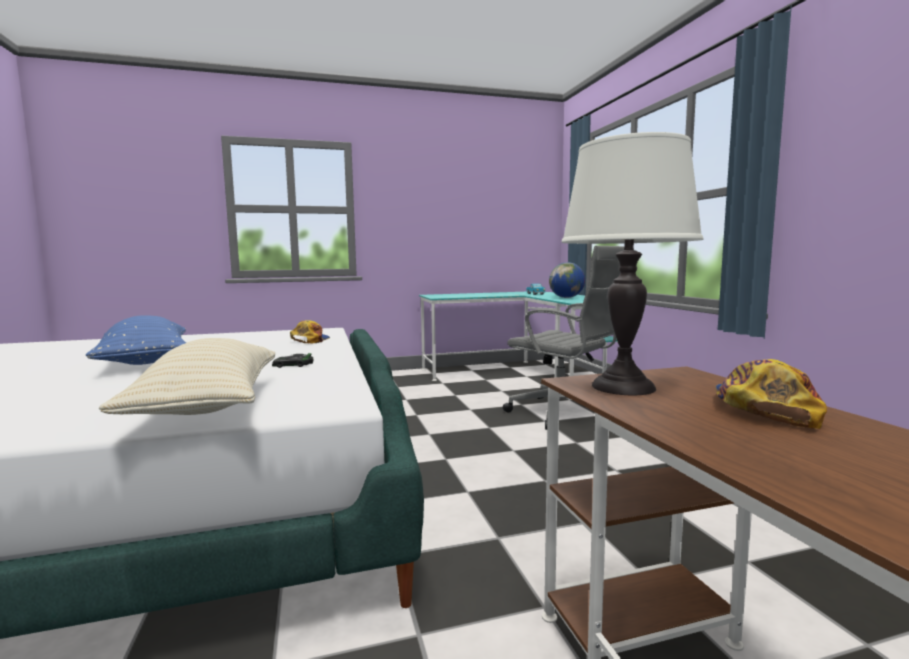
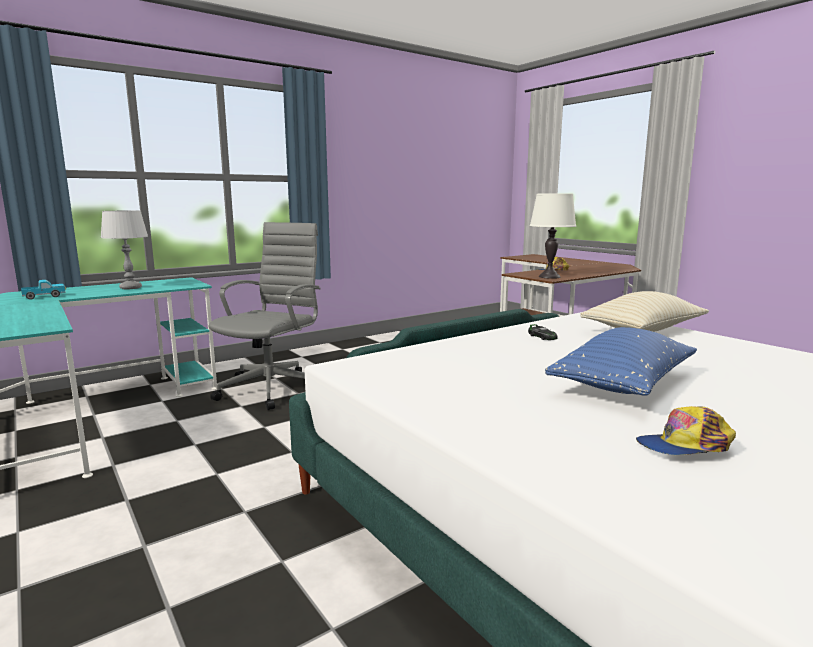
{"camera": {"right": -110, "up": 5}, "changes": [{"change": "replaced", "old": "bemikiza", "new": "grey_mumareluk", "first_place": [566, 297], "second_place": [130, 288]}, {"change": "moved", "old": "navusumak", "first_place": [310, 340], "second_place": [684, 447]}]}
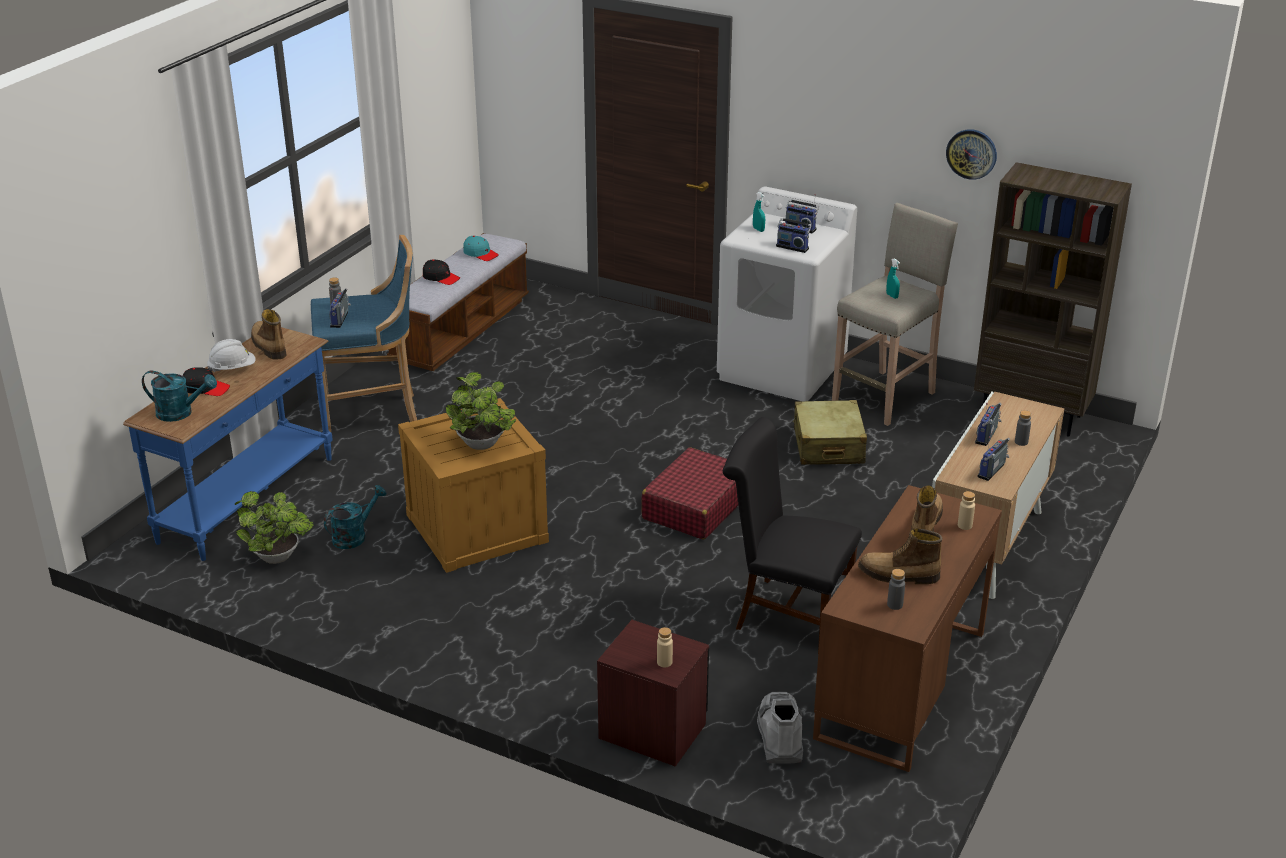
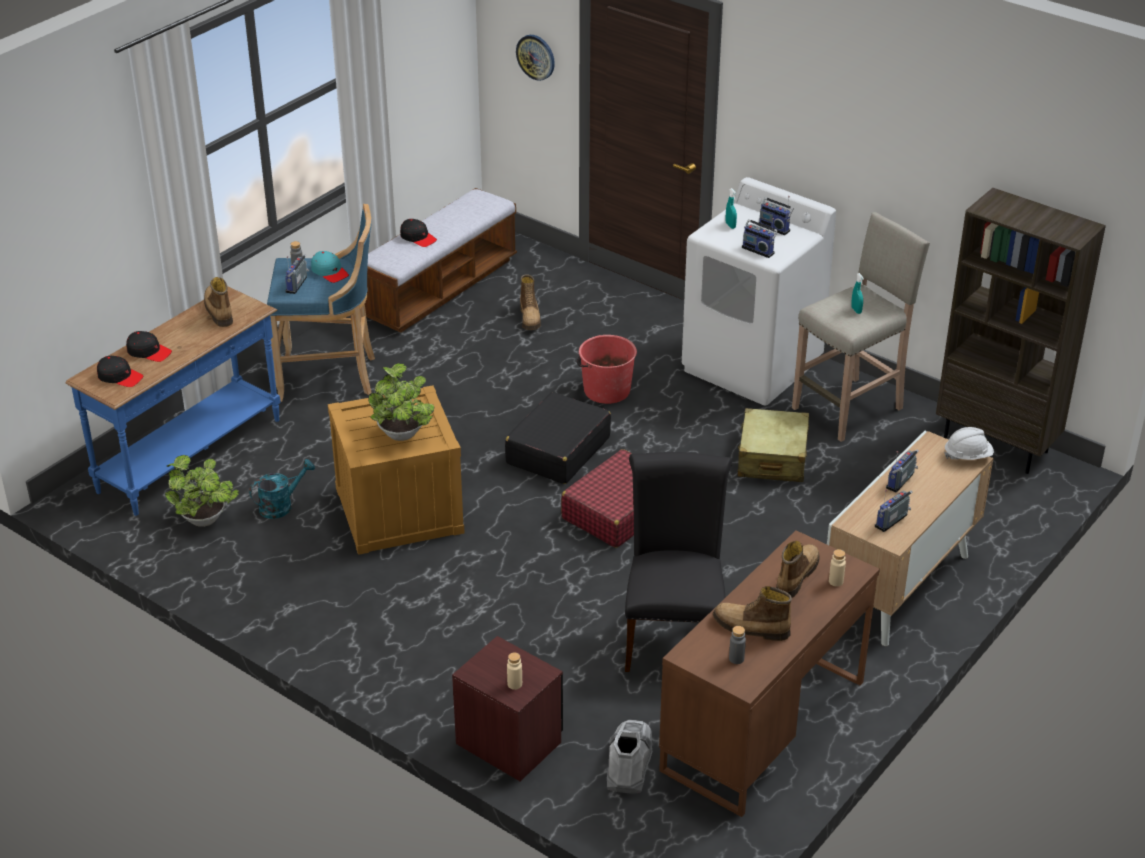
{"camera": {"right": 10, "up": 5}, "changes": [{"change": "replaced", "old": "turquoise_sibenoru", "new": "black_navusumak", "first_place": [181, 413], "second_place": [120, 377]}, {"change": "moved", "old": "turquoise_navusumak", "first_place": [480, 254], "second_place": [329, 272]}, {"change": "added", "new": "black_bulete", "second_place": [557, 450]}, {"change": "moved", "old": "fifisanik", "first_place": [971, 153], "second_place": [536, 57]}, {"change": "added", "new": "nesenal", "second_place": [530, 318]}, {"change": "added", "new": "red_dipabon", "second_place": [606, 390]}, {"change": "turned", "old": "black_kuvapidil", "first_place": [786, 613], "second_place": [673, 636], "degrees": 60}, {"change": "moved", "old": "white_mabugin", "first_place": [232, 369], "second_place": [967, 456]}, {"change": "removed", "old": "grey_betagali", "first_place": [1021, 442]}]}
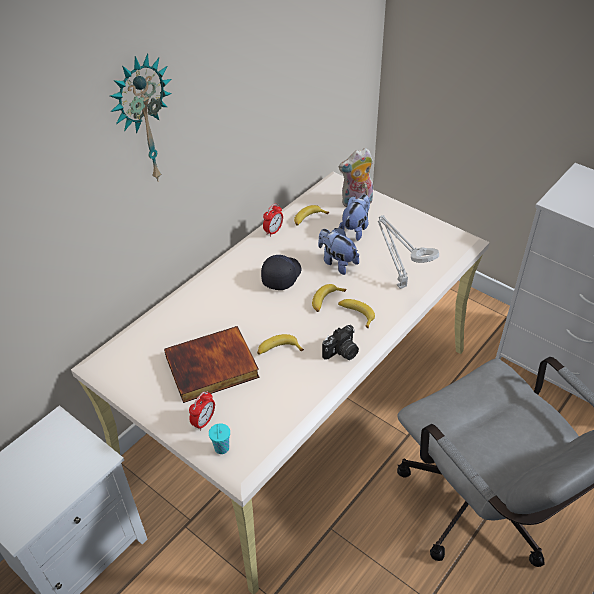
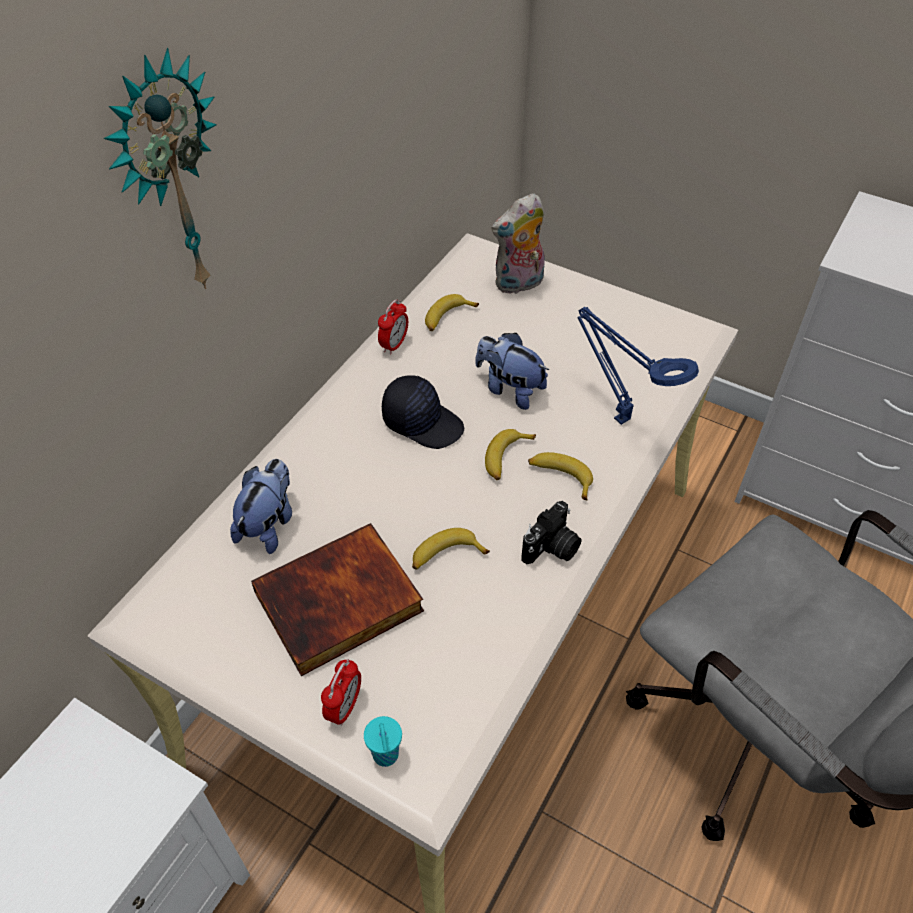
{"camera": {"right": -10, "up": 5}, "changes": [{"change": "moved", "old": "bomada", "first_place": [355, 229], "second_place": [269, 524]}, {"change": "turned", "old": "black_navusumak", "first_place": [281, 276], "second_place": [423, 422], "degrees": 105}, {"change": "recoloured", "old": "grey_mumareluk", "new": "blue_mumareluk", "first_place": [399, 284], "second_place": [618, 417]}]}
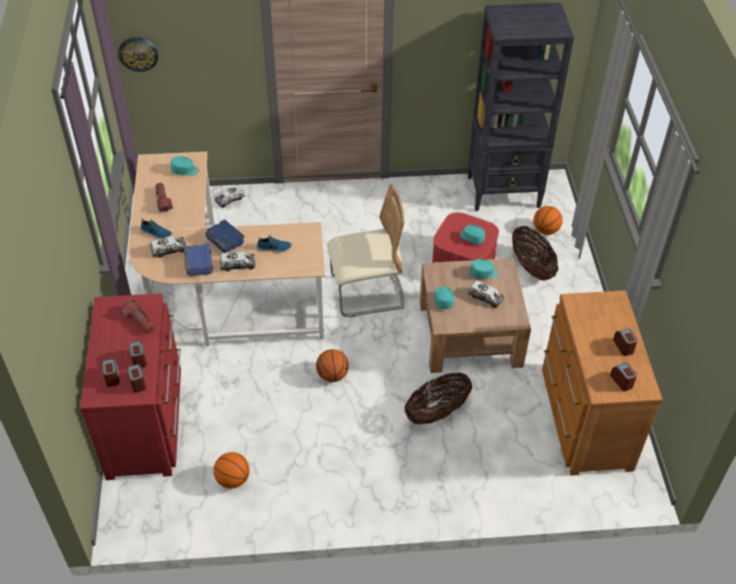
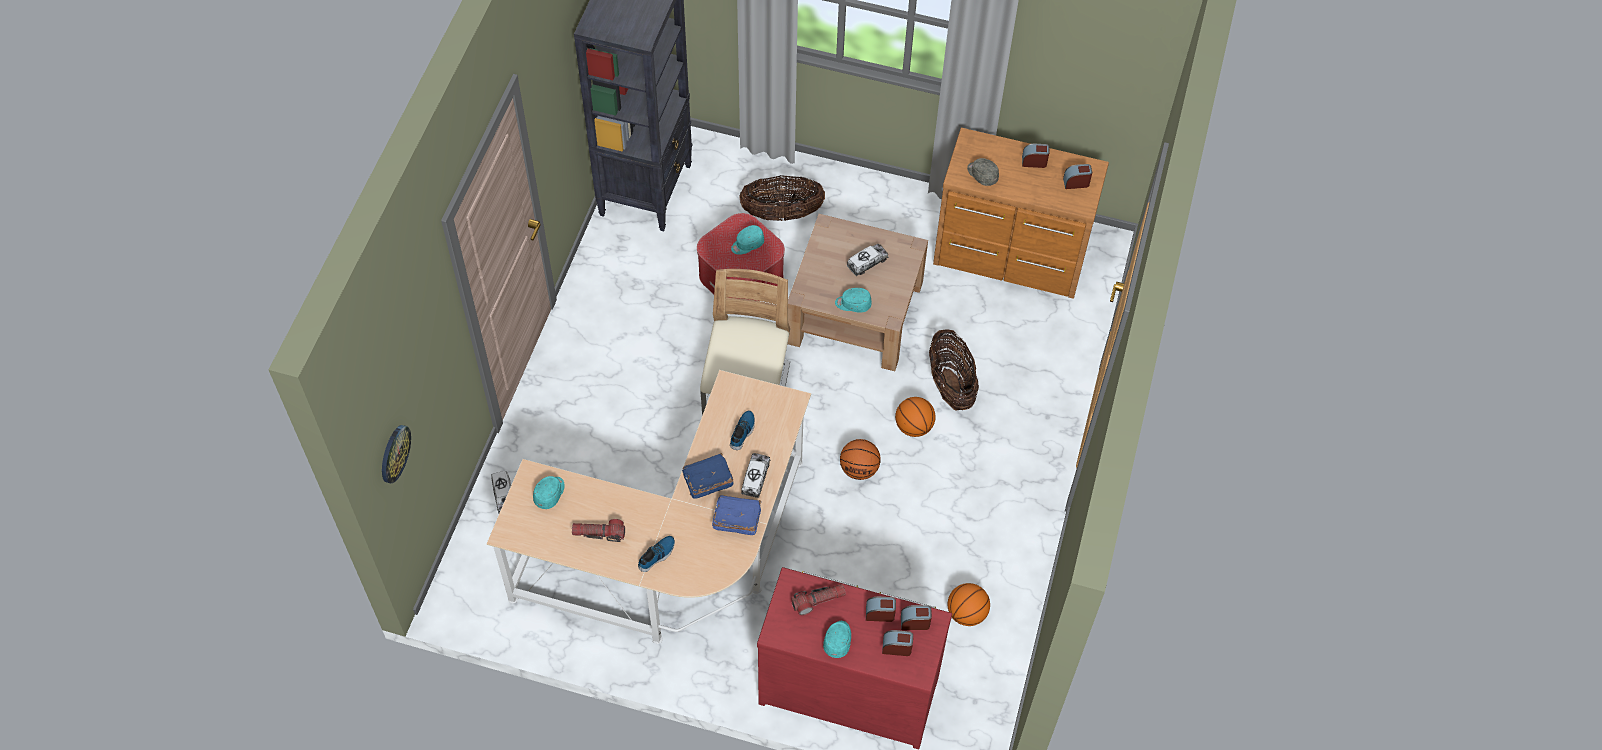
{"camera": {"right": -70, "up": 10}, "changes": [{"change": "moved", "old": "turquoise_navusumak", "first_place": [483, 273], "second_place": [838, 640]}, {"change": "moved", "old": "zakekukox", "first_place": [545, 230], "second_place": [914, 426]}, {"change": "added", "new": "grey_navusumak", "second_place": [982, 174]}, {"change": "removed", "old": "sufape", "first_place": [169, 250]}]}
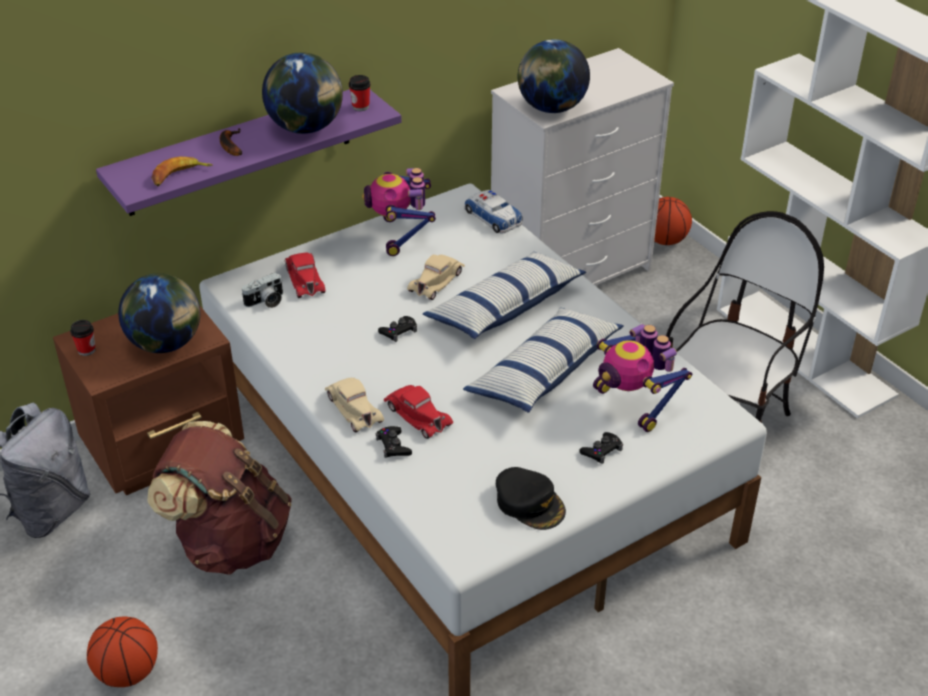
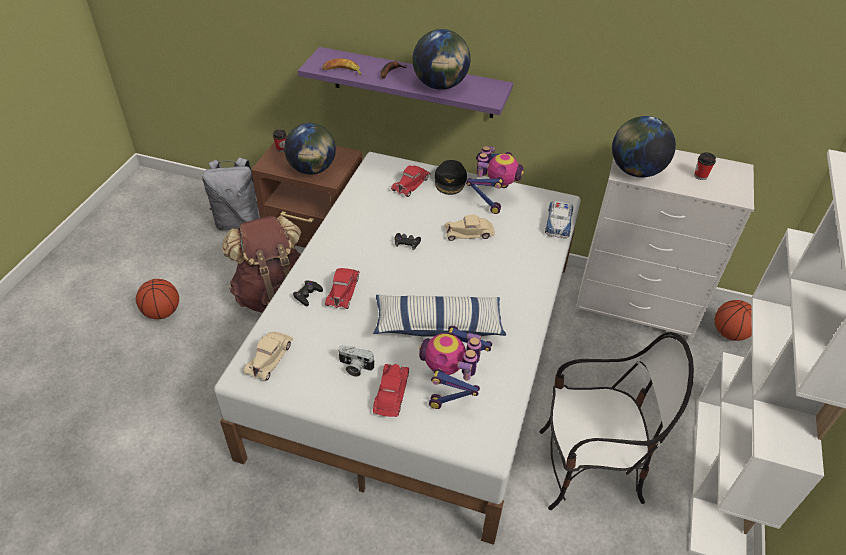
{"camera": {"right": 50, "up": 5}, "changes": [{"change": "moved", "old": "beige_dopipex", "first_place": [354, 408], "second_place": [269, 357]}, {"change": "moved", "old": "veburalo", "first_place": [266, 302], "second_place": [354, 367]}, {"change": "replaced", "old": "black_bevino", "new": "red_dopipex", "first_place": [601, 451], "second_place": [391, 393]}, {"change": "moved", "old": "black_navusumak", "first_place": [530, 503], "second_place": [450, 181]}, {"change": "turned", "old": "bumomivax", "first_place": [401, 236], "second_place": [492, 197], "degrees": 150}, {"change": "moved", "old": "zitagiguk", "first_place": [360, 107], "second_place": [700, 176]}, {"change": "removed", "old": "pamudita", "first_place": [505, 307]}]}
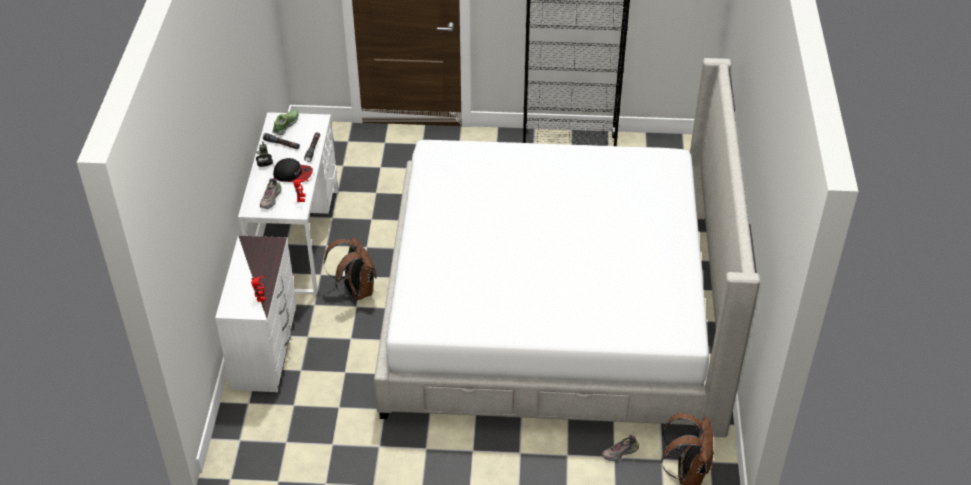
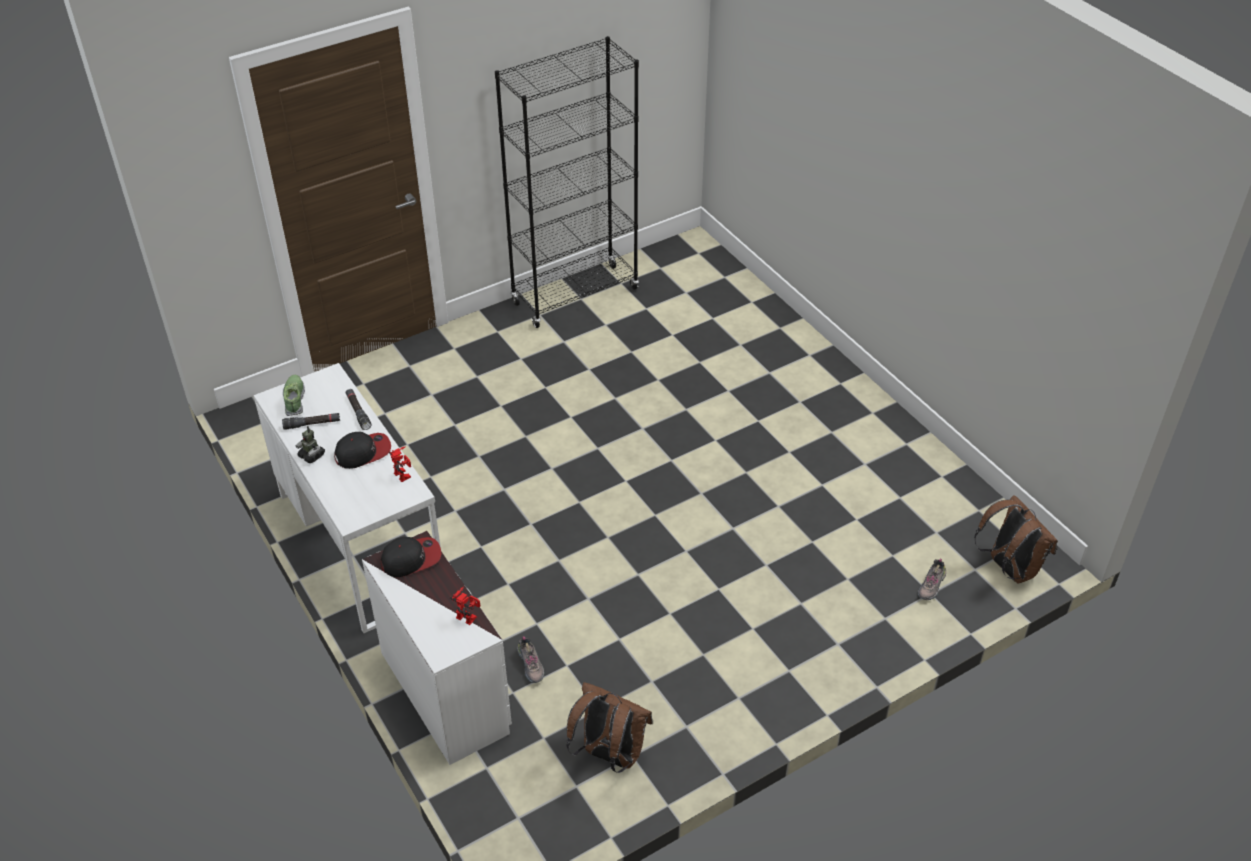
{"camera": {"right": -35, "up": 0}, "changes": [{"change": "added", "new": "navusumak", "second_place": [411, 559]}, {"change": "moved", "old": "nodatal", "first_place": [271, 199], "second_place": [531, 665]}, {"change": "moved", "old": "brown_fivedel", "first_place": [356, 290], "second_place": [609, 754]}, {"change": "removed", "old": "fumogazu", "first_place": [554, 310]}]}
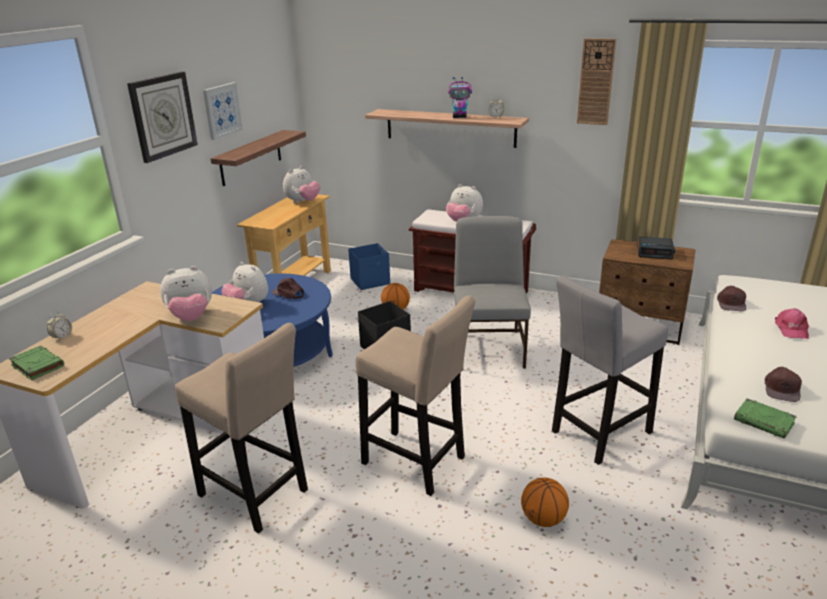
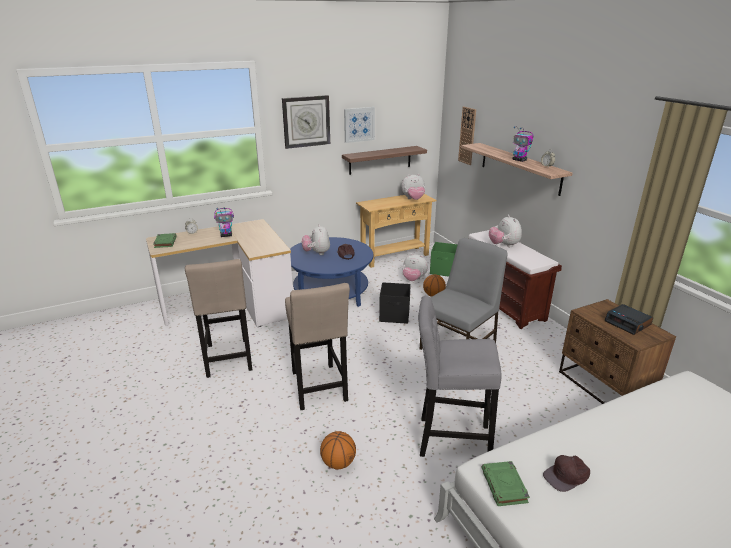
{"camera": {"right": 40, "up": 0}, "changes": [{"change": "added", "new": "bumomivax", "second_place": [226, 235]}, {"change": "moved", "old": "bomada", "first_place": [191, 317], "second_place": [413, 279]}, {"change": "recoloured", "old": "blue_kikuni", "new": "green_kikuni", "first_place": [370, 281], "second_place": [444, 271]}, {"change": "moved", "old": "fifisanik", "first_place": [596, 82], "second_place": [467, 136]}, {"change": "removed", "old": "brown_navusumak", "first_place": [731, 303]}, {"change": "removed", "old": "pink_navusumak", "first_place": [791, 329]}]}
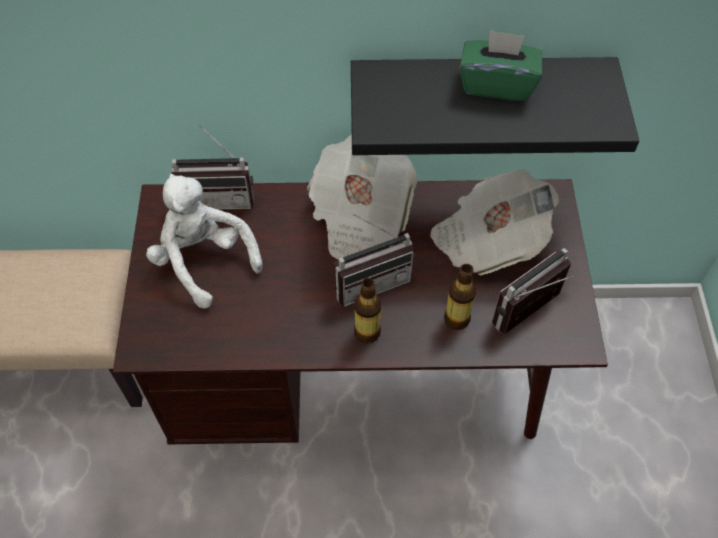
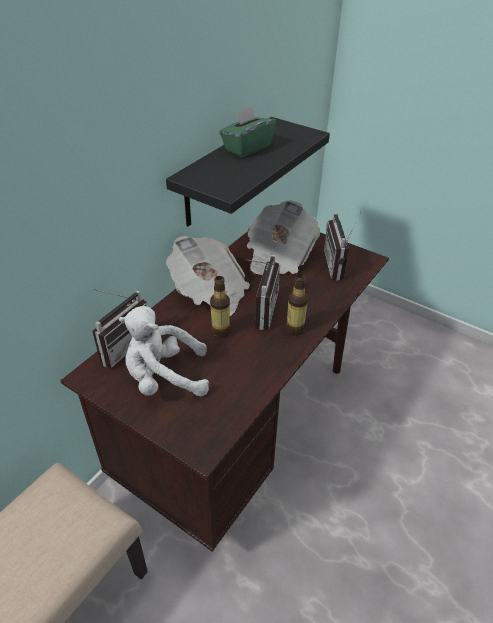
{"camera": {"right": -55, "up": -15}, "changes": [{"change": "moved", "old": "betagali", "first_place": [456, 319], "second_place": [220, 331]}]}
